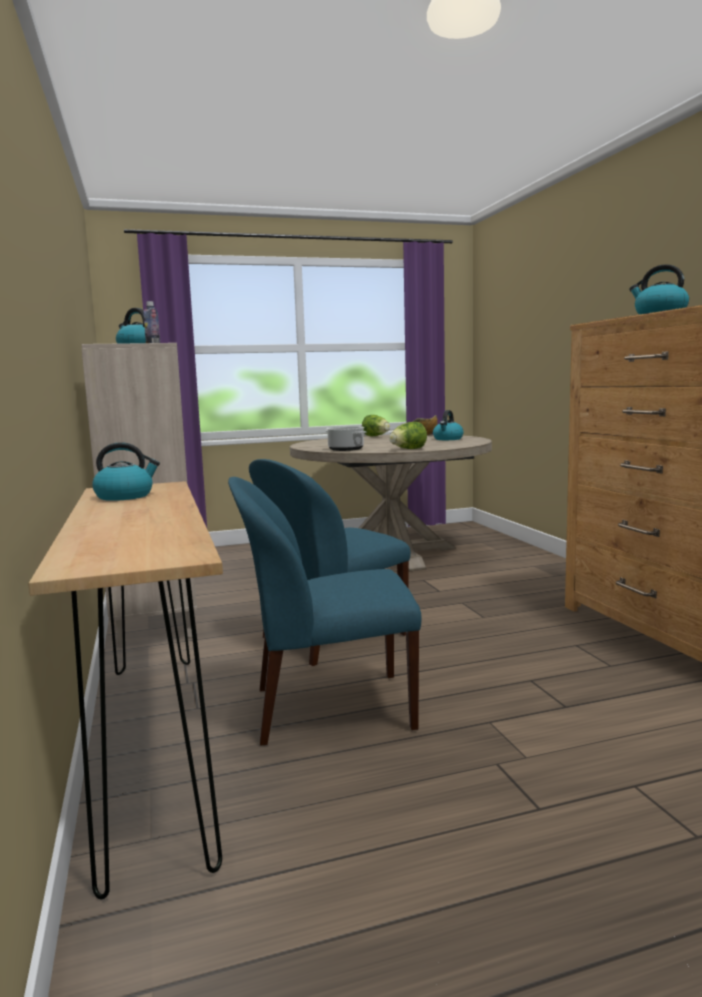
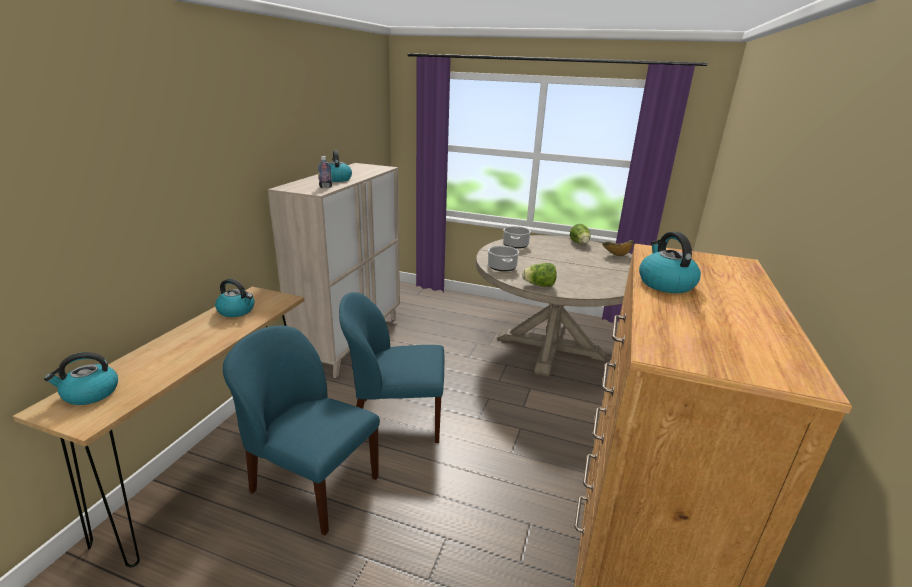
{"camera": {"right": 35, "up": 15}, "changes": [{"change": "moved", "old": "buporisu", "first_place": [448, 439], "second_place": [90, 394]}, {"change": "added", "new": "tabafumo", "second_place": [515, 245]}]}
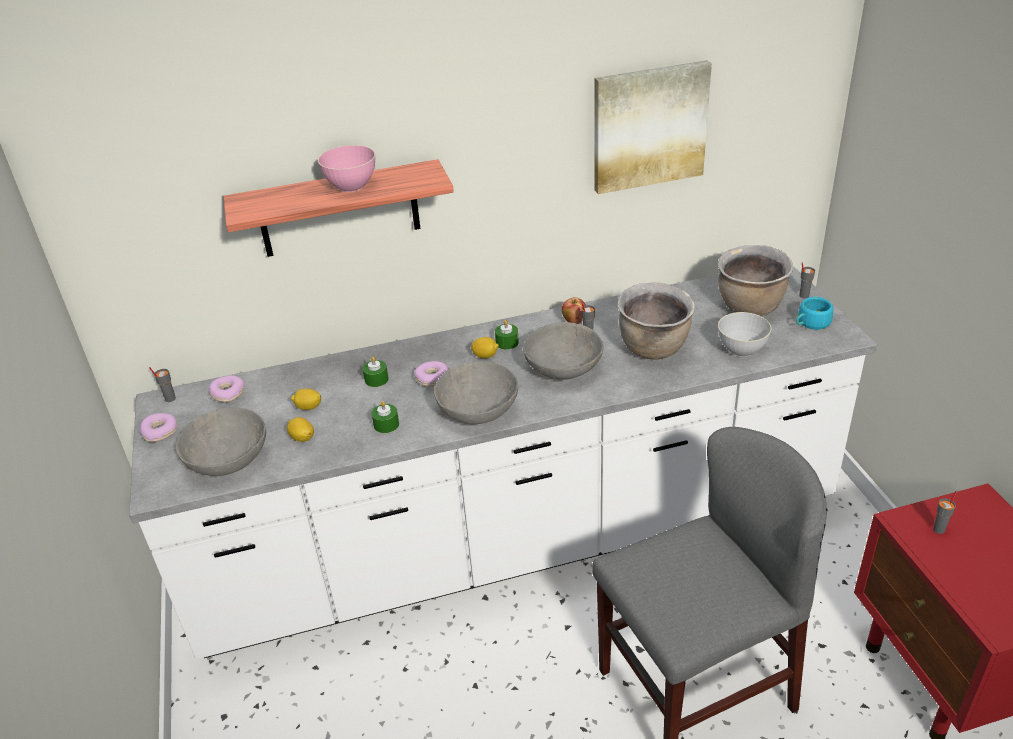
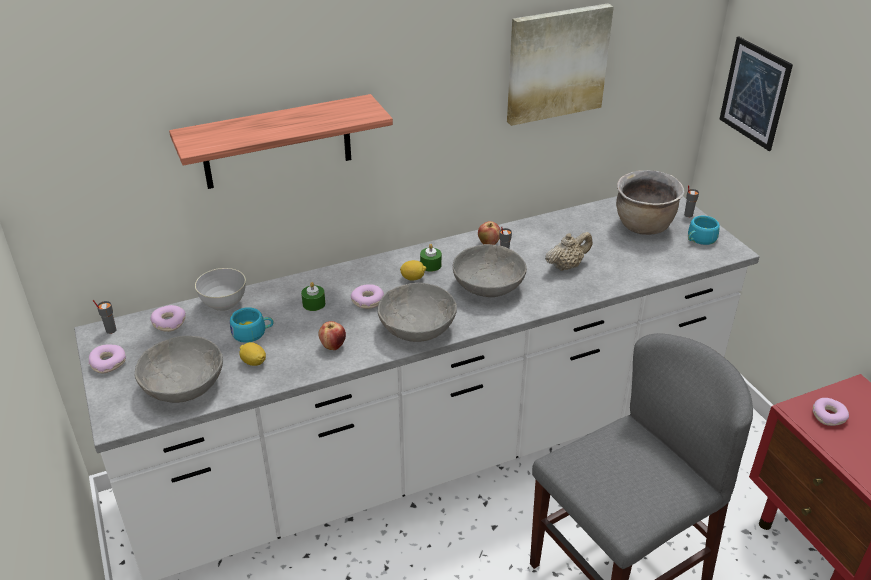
{"camera": {"right": -10, "up": 0}, "changes": [{"change": "moved", "old": "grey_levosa", "first_place": [741, 349], "second_place": [224, 304]}, {"change": "replaced", "old": "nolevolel", "new": "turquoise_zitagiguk", "first_place": [308, 407], "second_place": [253, 333]}, {"change": "replaced", "old": "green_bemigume", "new": "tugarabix", "first_place": [386, 424], "second_place": [333, 346]}, {"change": "replaced", "old": "brown_tabafumo", "new": "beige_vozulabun", "first_place": [654, 348], "second_place": [566, 266]}, {"change": "added", "new": "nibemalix", "second_place": [754, 93]}, {"change": "replaced", "old": "grey_zitagiguk", "new": "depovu", "first_place": [939, 529], "second_place": [828, 416]}, {"change": "removed", "old": "pink_levosa", "first_place": [351, 186]}]}
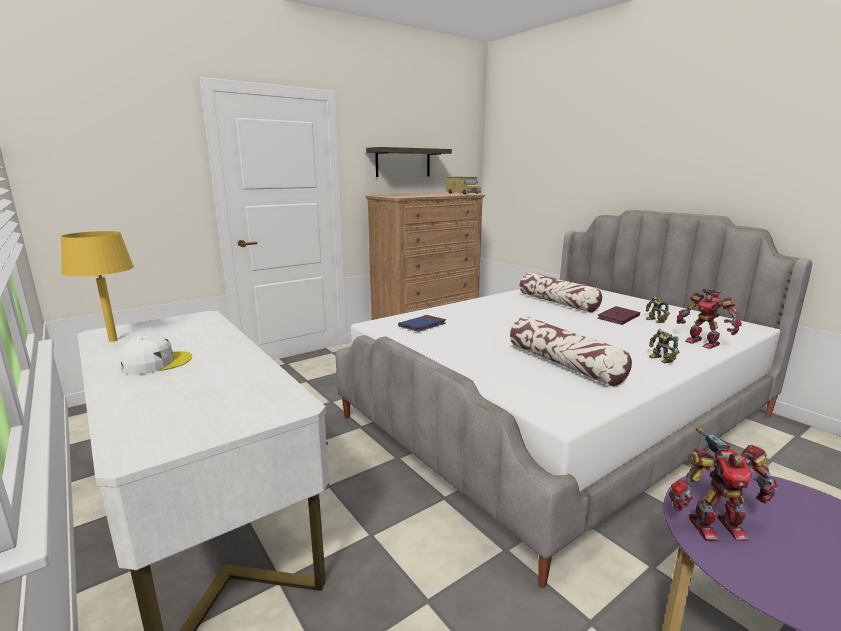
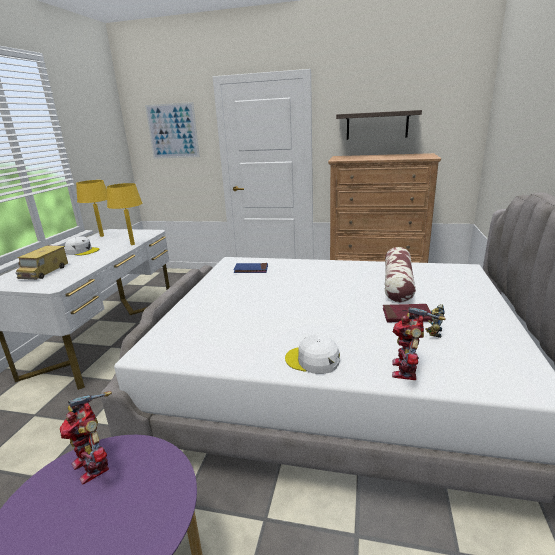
{"camera": {"right": 50, "up": 5}, "changes": [{"change": "moved", "old": "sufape", "first_place": [462, 193], "second_place": [44, 272]}, {"change": "added", "new": "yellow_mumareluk", "second_place": [132, 244]}, {"change": "added", "new": "nibemalix", "second_place": [172, 131]}, {"change": "replaced", "old": "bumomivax", "new": "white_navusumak", "first_place": [660, 360], "second_place": [312, 360]}, {"change": "removed", "old": "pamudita", "first_place": [564, 364]}]}
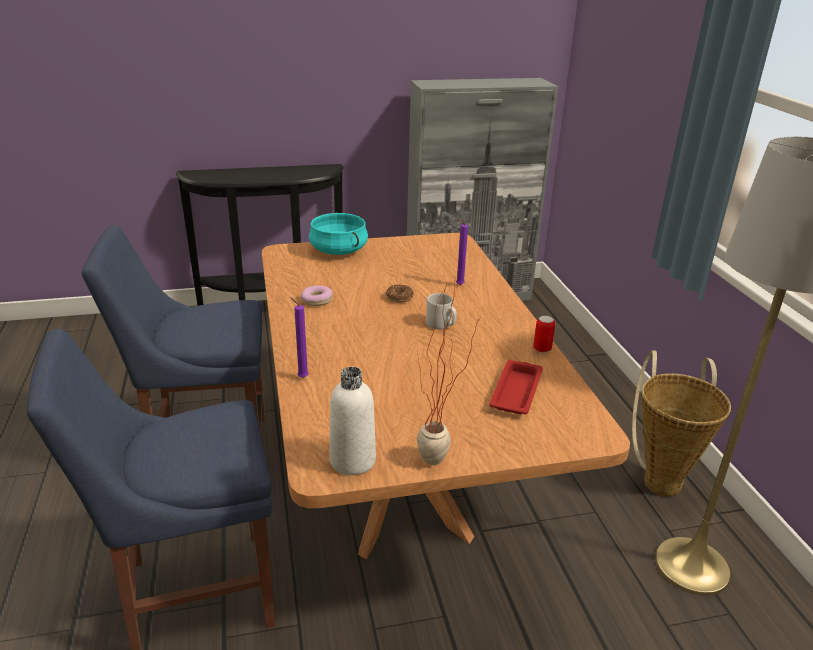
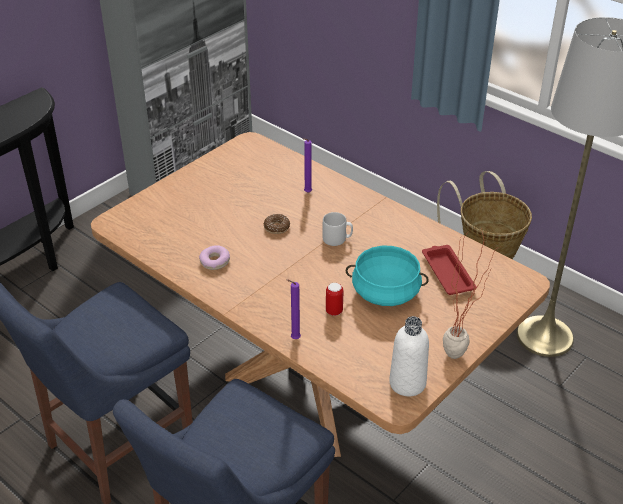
{"camera": {"right": -35, "up": 10}, "changes": [{"change": "moved", "old": "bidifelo", "first_place": [542, 349], "second_place": [334, 311]}, {"change": "moved", "old": "turquoise_tabafumo", "first_place": [338, 250], "second_place": [385, 293]}]}
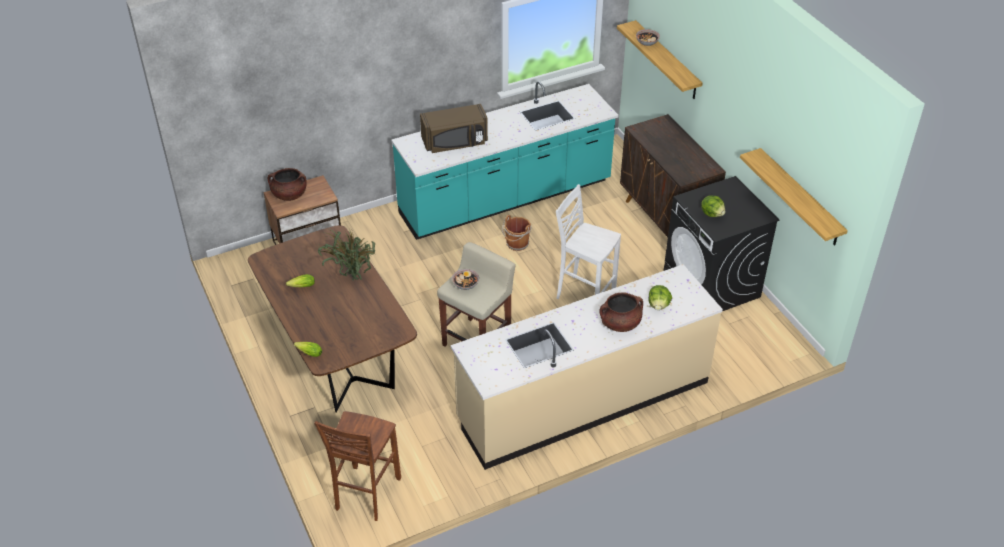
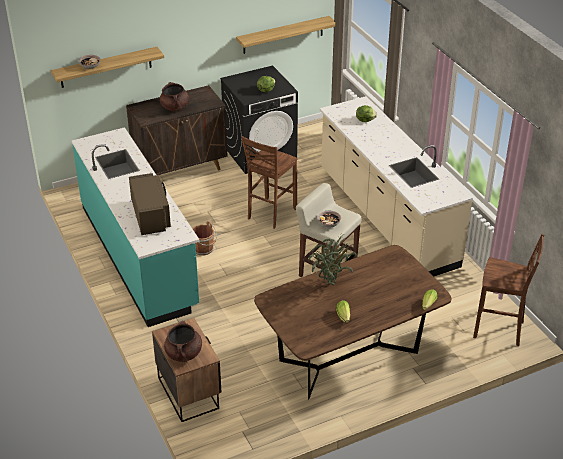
{"camera": {"right": -90, "up": -5}, "changes": [{"change": "moved", "old": "brown_tabafumo", "first_place": [620, 324], "second_place": [175, 107]}, {"change": "recoloured", "old": "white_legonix", "new": "brown_legonix", "first_place": [584, 295], "second_place": [270, 214]}]}
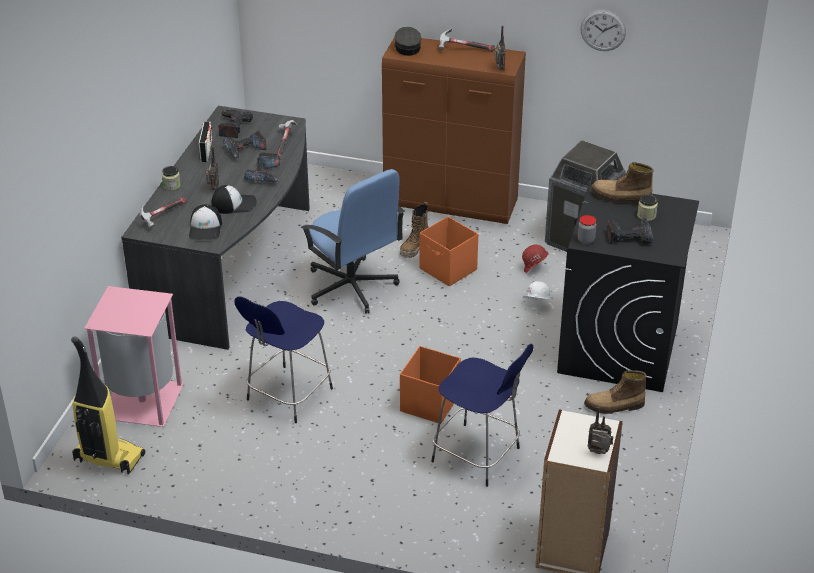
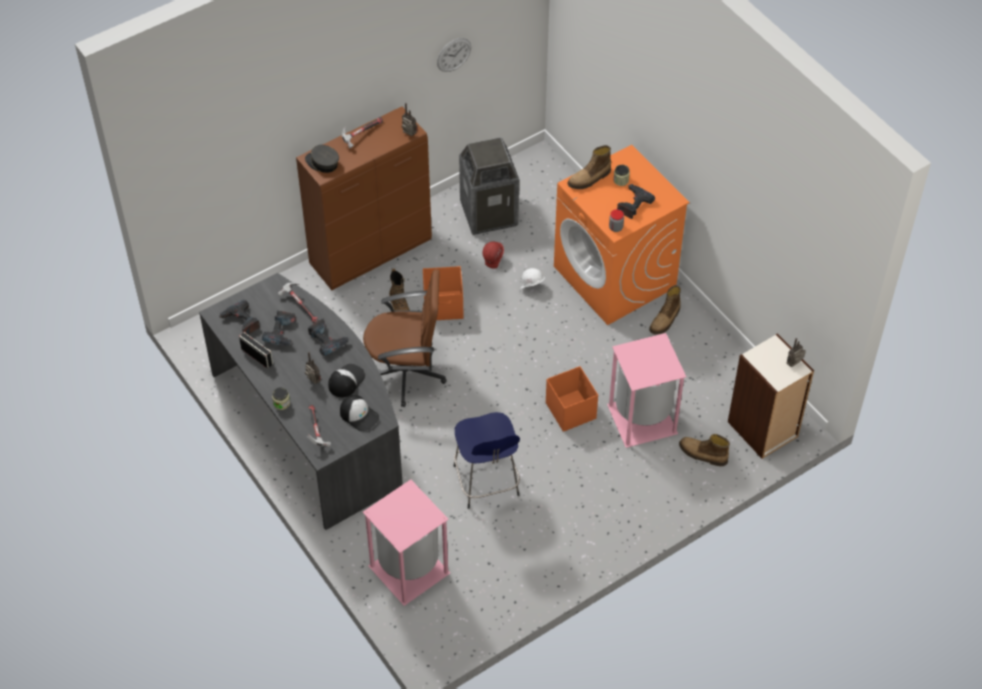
{"camera": {"right": -50, "up": 15}, "changes": [{"change": "recoloured", "old": "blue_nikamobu", "new": "brown_nikamobu", "first_place": [351, 287], "second_place": [406, 372]}, {"change": "recoloured", "old": "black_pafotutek", "new": "orange_pafotutek", "first_place": [619, 348], "second_place": [615, 277]}, {"change": "replaced", "old": "blue_legonix", "new": "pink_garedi", "first_place": [478, 456], "second_place": [643, 420]}, {"change": "added", "new": "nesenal", "second_place": [702, 454]}, {"change": "removed", "old": "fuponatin", "first_place": [108, 458]}]}
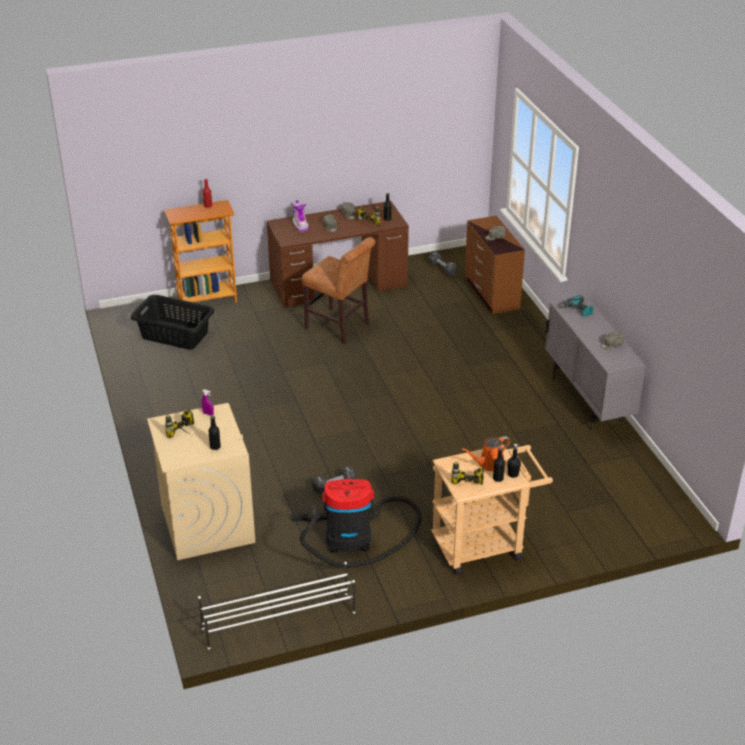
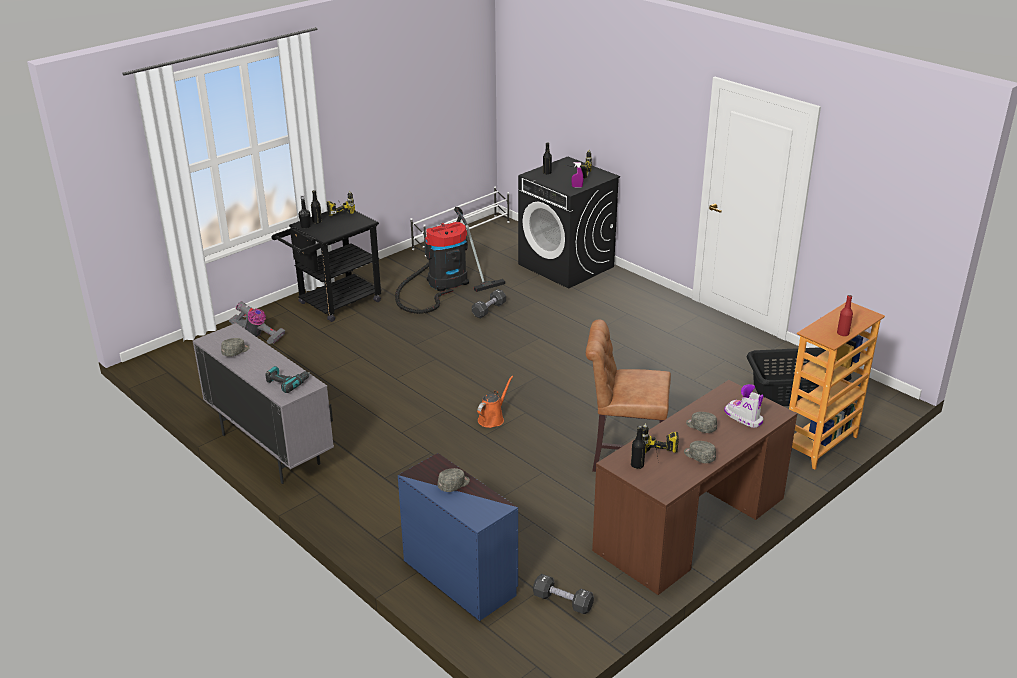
{"camera": {"right": 155, "up": -5}, "changes": [{"change": "added", "new": "fuponatin", "second_place": [258, 336]}, {"change": "recoloured", "old": "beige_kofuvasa", "new": "black_kofuvasa", "first_place": [485, 544], "second_place": [334, 304]}, {"change": "recoloured", "old": "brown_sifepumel", "new": "blue_sifepumel", "first_place": [491, 293], "second_place": [460, 576]}, {"change": "moved", "old": "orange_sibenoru", "first_place": [489, 464], "second_place": [492, 418]}, {"change": "recoloured", "old": "beige_pafotutek", "new": "black_pafotutek", "first_place": [207, 523], "second_place": [566, 265]}]}
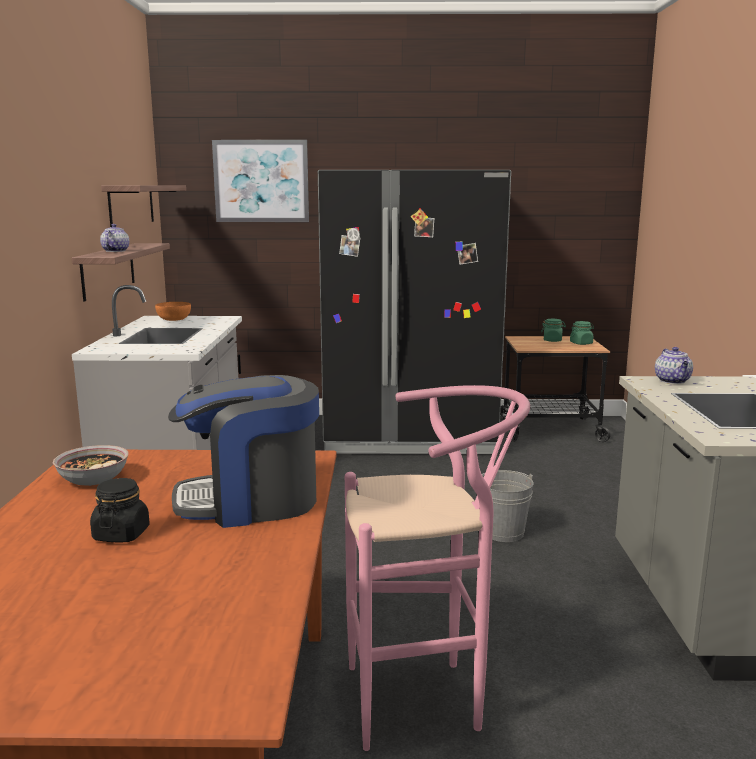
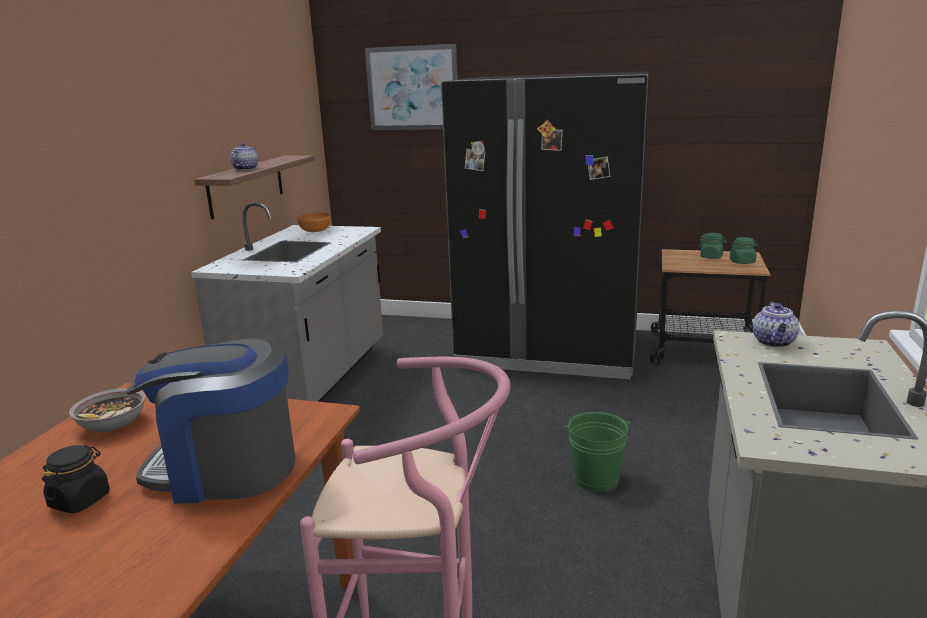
{"camera": {"right": 15, "up": 5}, "changes": [{"change": "recoloured", "old": "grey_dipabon", "new": "green_dipabon", "first_place": [503, 532], "second_place": [596, 479]}, {"change": "removed", "old": "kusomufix", "first_place": [131, 205]}]}
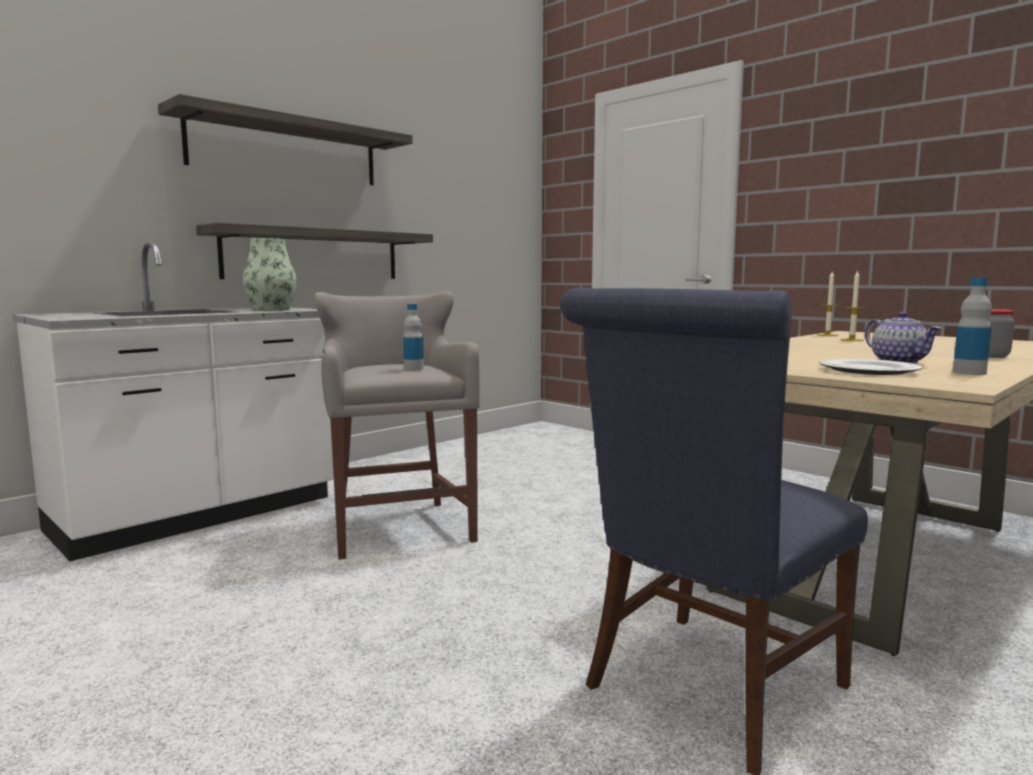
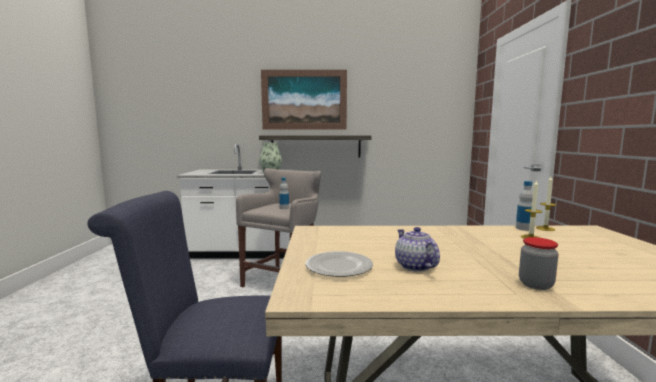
{"camera": {"right": 45, "up": 0}, "changes": [{"change": "replaced", "old": "kusomufix", "new": "nibemalix", "first_place": [286, 150], "second_place": [304, 100]}, {"change": "turned", "old": "vozulabun", "first_place": [899, 361], "second_place": [414, 266], "degrees": 135}, {"change": "moved", "old": "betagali", "first_place": [969, 373], "second_place": [523, 228]}]}
